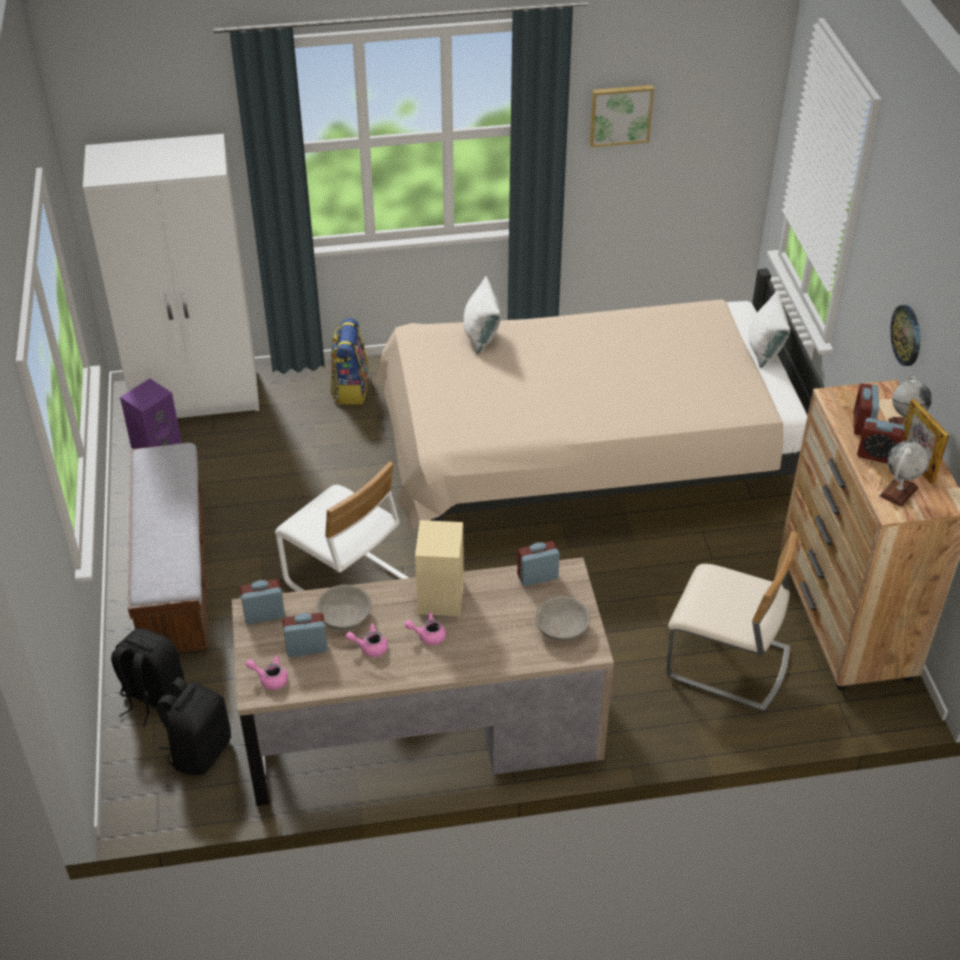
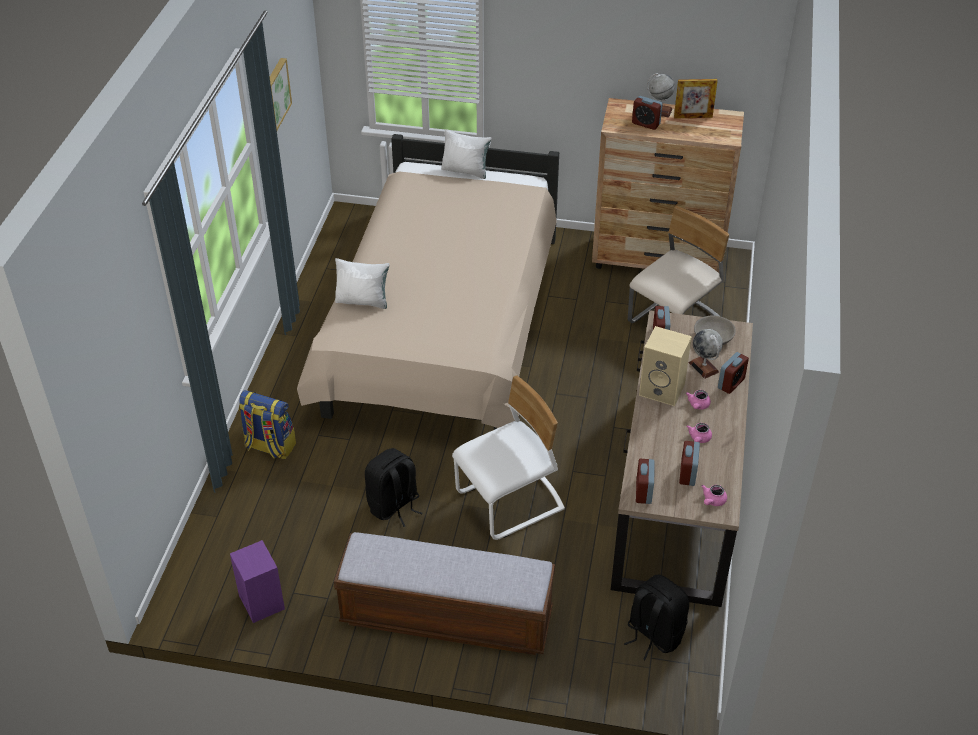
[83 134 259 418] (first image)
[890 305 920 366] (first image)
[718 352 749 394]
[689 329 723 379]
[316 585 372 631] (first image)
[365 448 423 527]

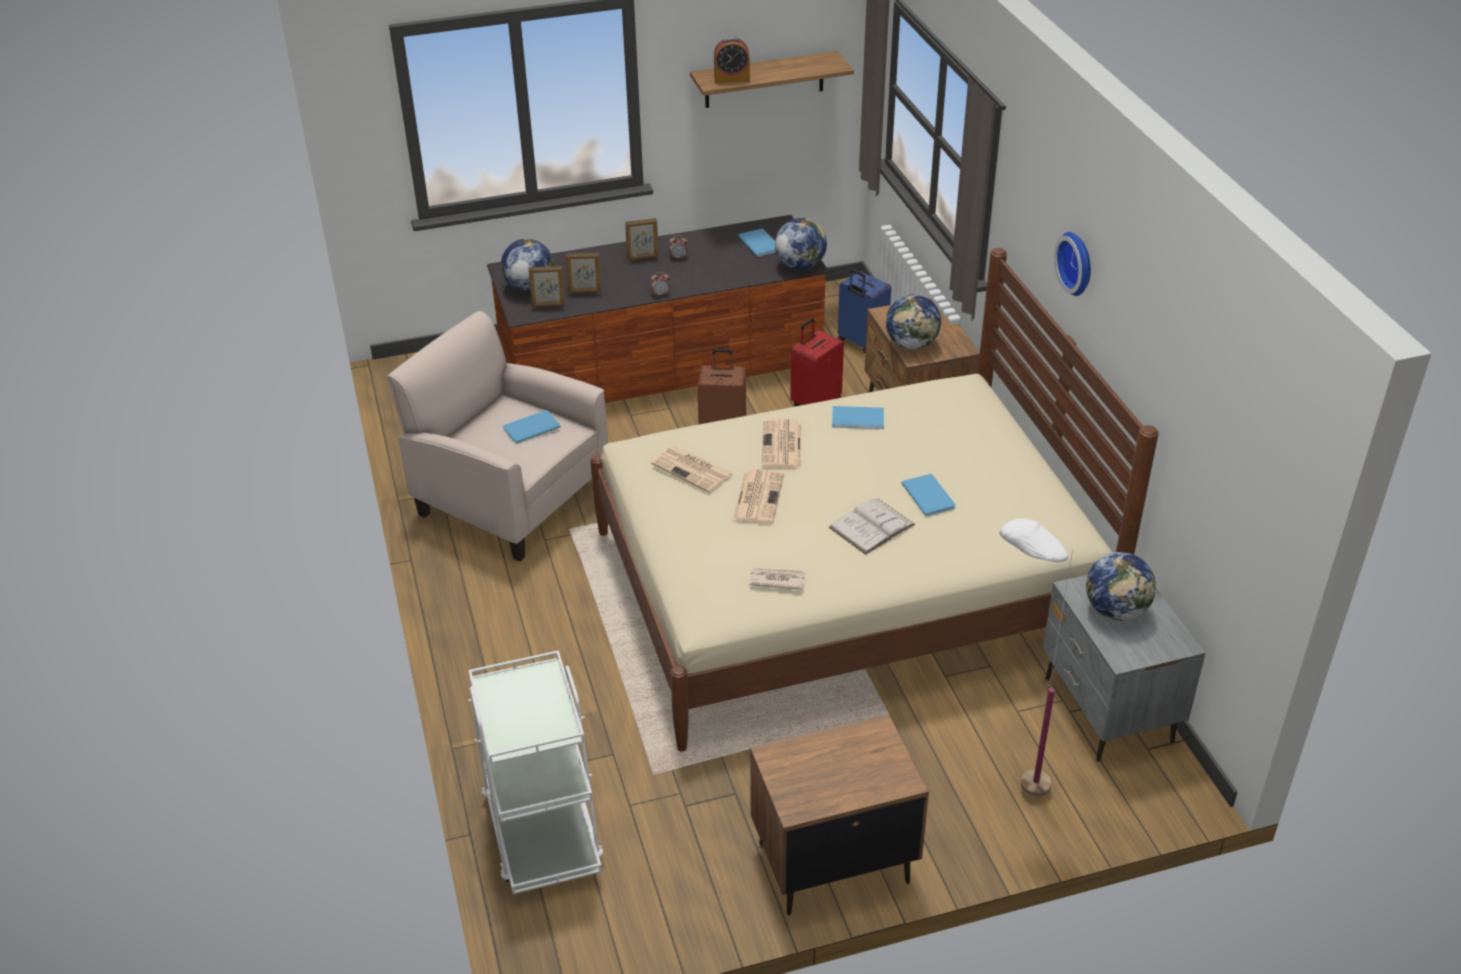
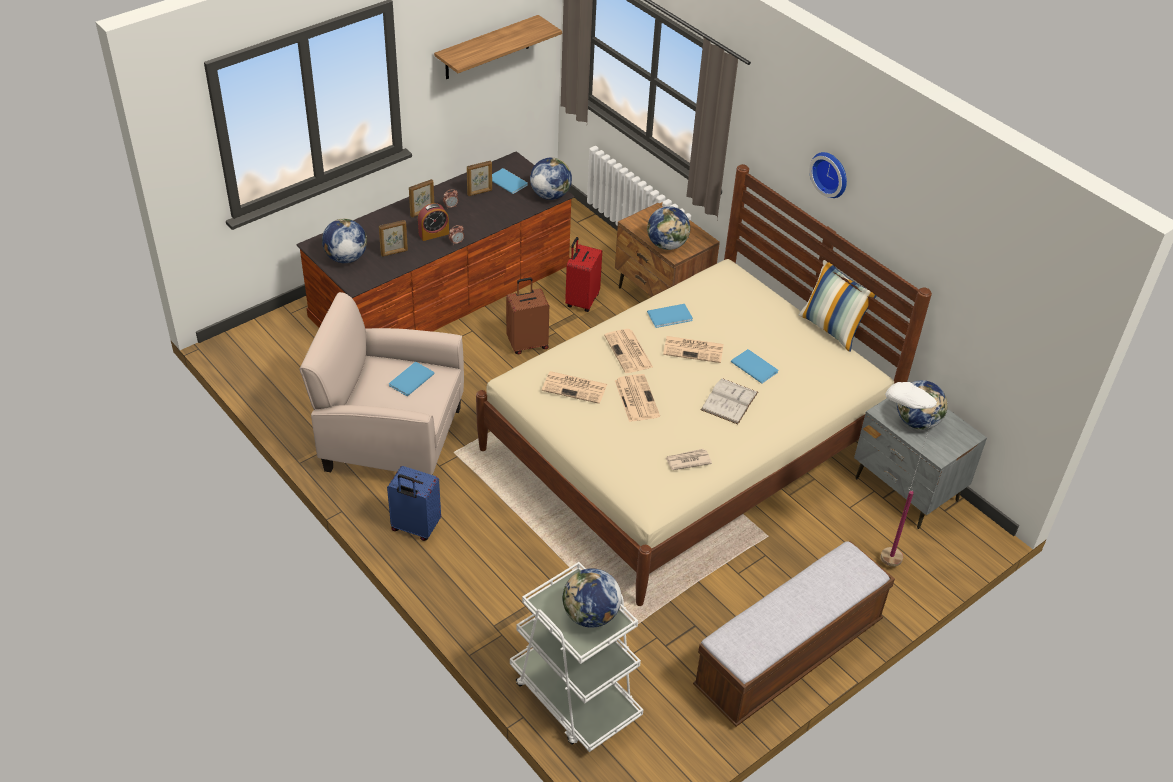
[418 203 449 241]
[467 161 492 196]
[387 466 441 541]
[693 541 895 727]
[799 260 877 352]
[663 336 724 363]
[562 568 621 628]

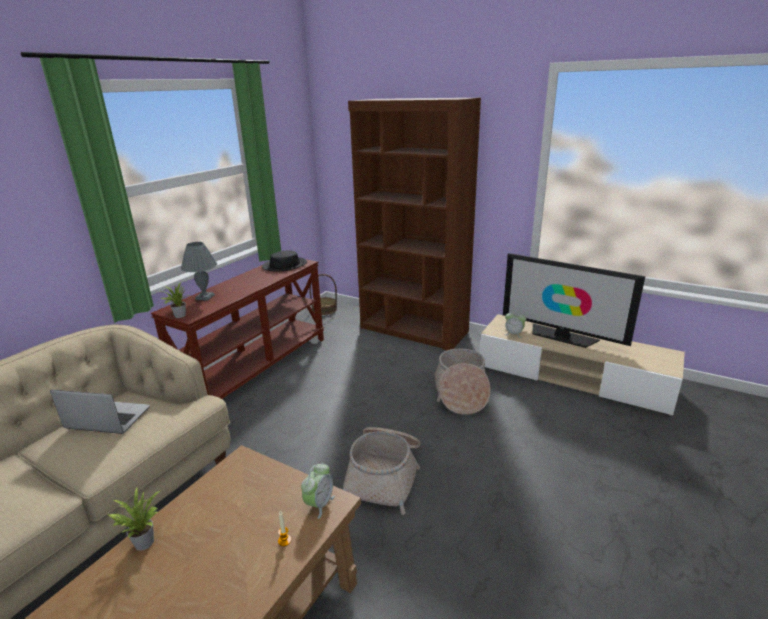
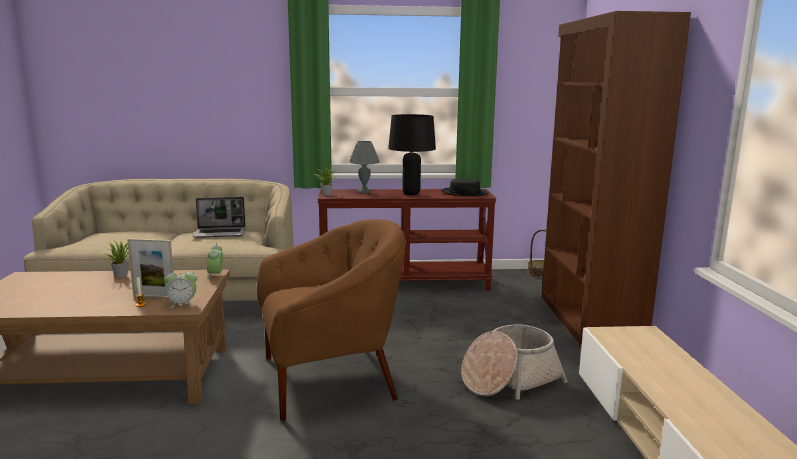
[503 253 645 348] (first image)
[207 243 223 280]
[193 197 246 238]
[257 219 406 421]
[388 114 436 195]
[127 238 174 298]

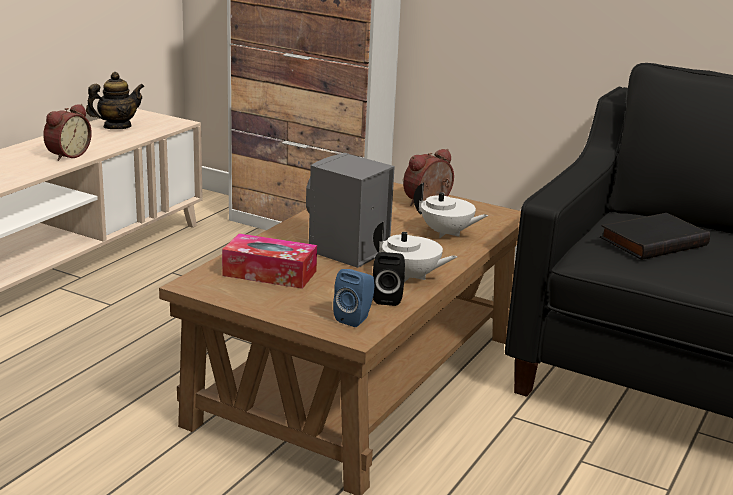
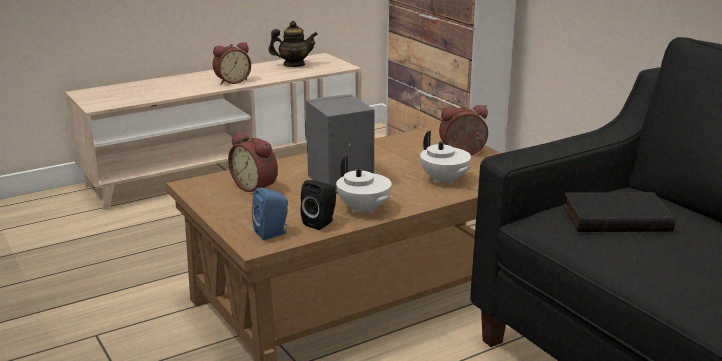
[228 131 278 192]

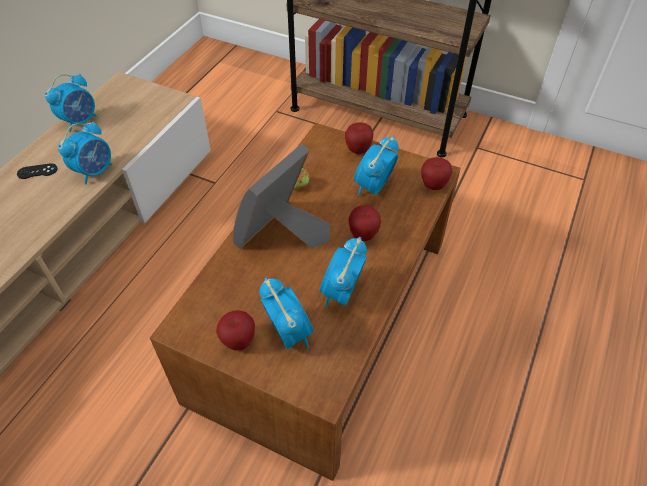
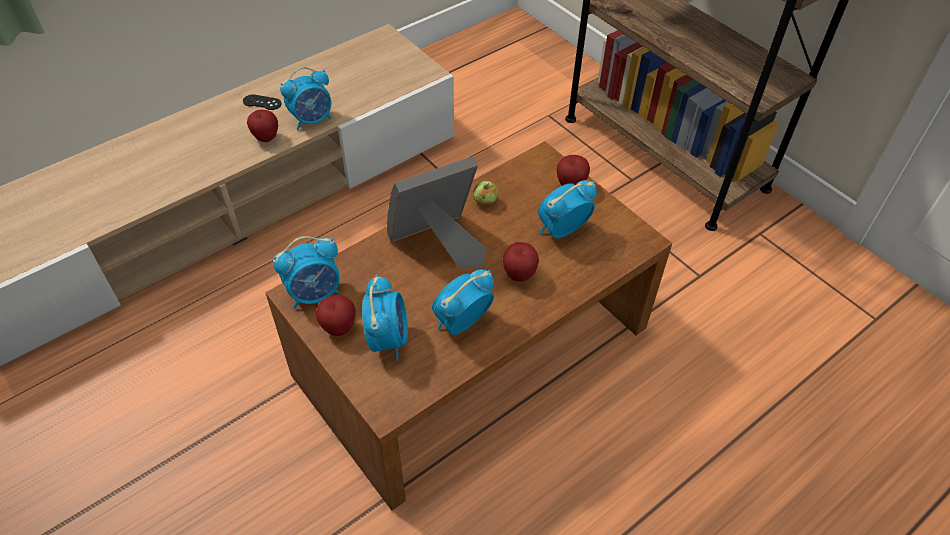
[273 236 340 309]
[247 110 278 142]

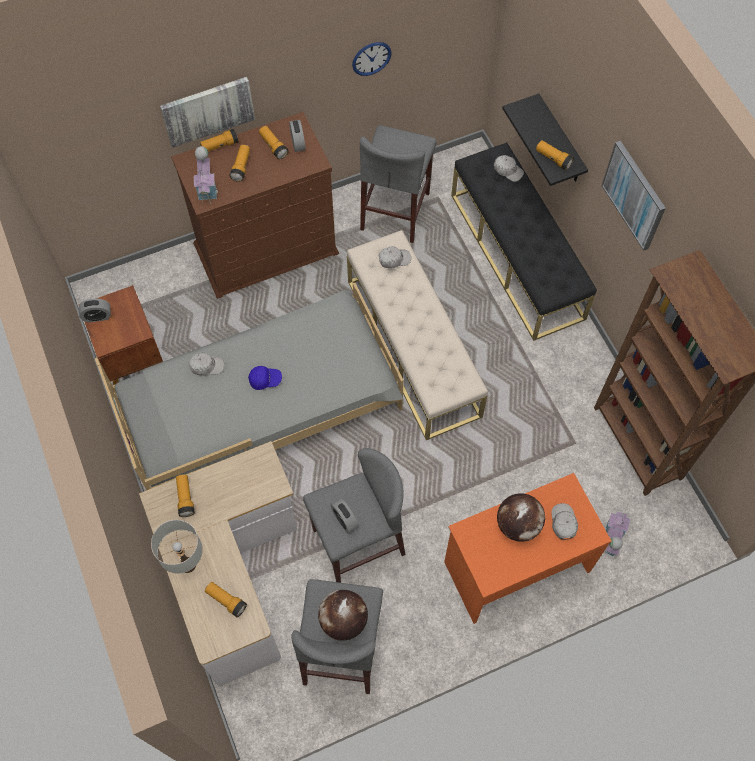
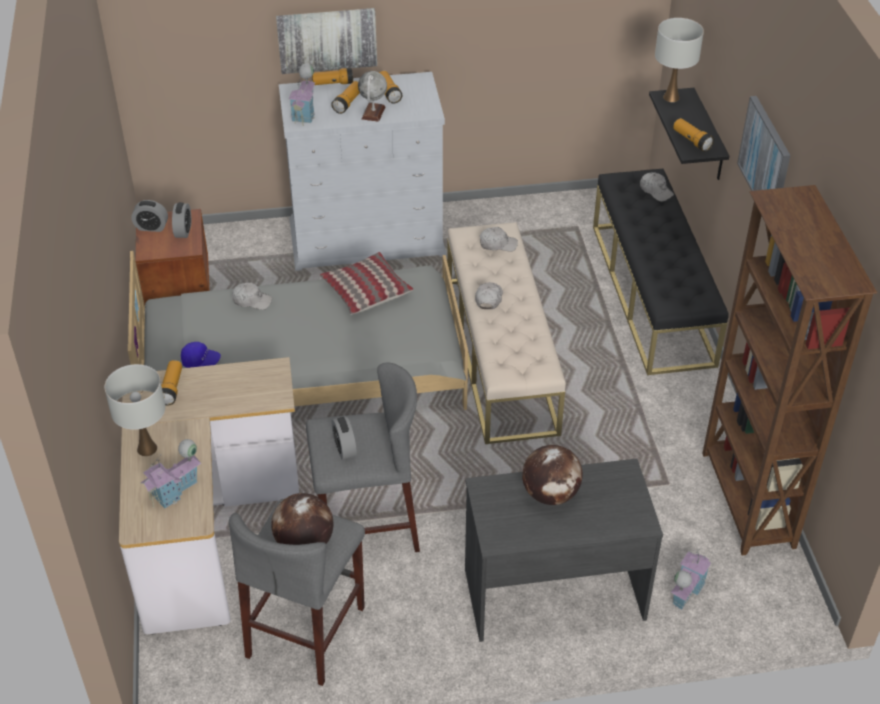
[352 42 392 76] (first image)
[279 72 447 271]
[172 202 191 238]
[360 125 437 243] (first image)
[181 342 221 368]
[465 459 663 642]
[475 282 503 309]
[141 439 201 509]
[655 18 704 102]
[358 71 387 122]
[320 252 414 315]

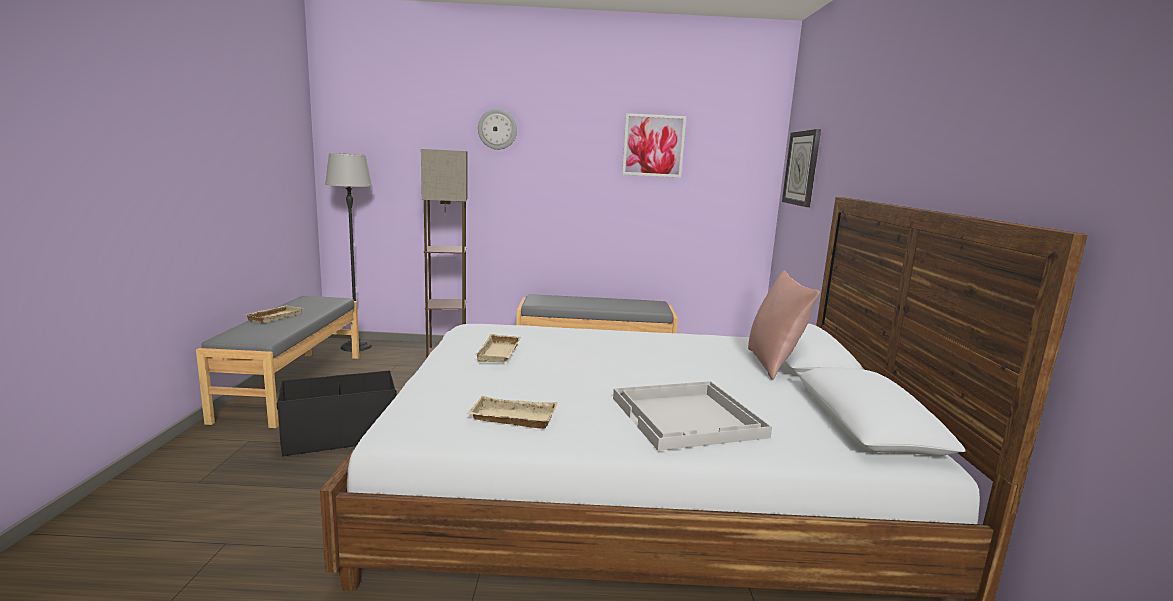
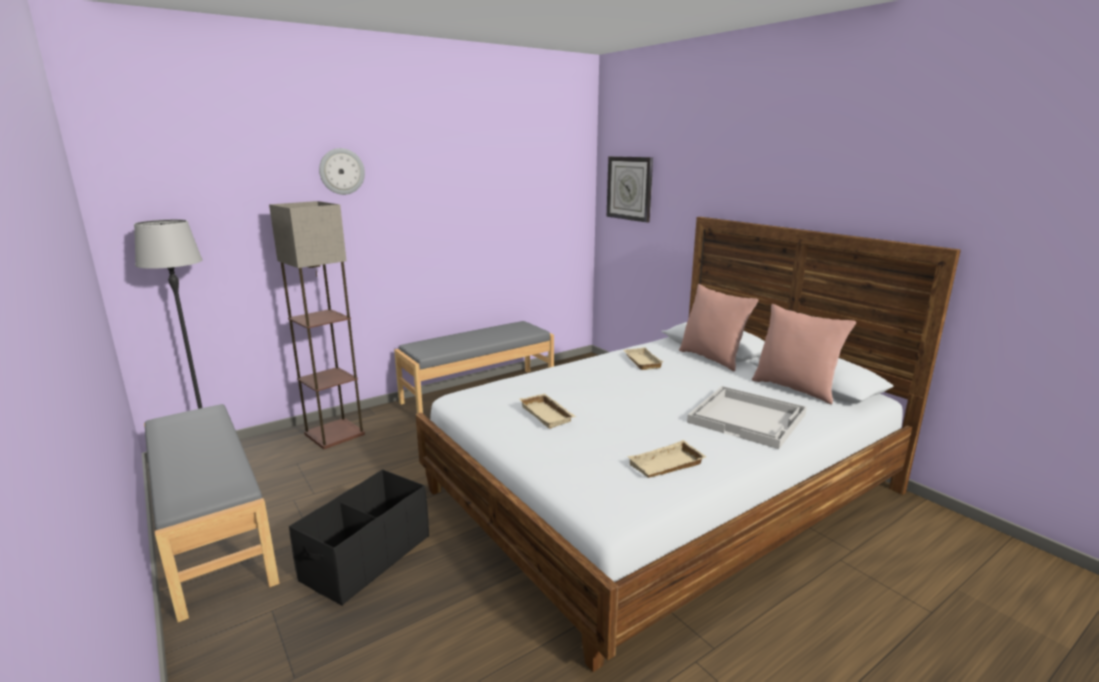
[622 113 686 178] (first image)
[623 347 664 370]
[752 304 856 404]

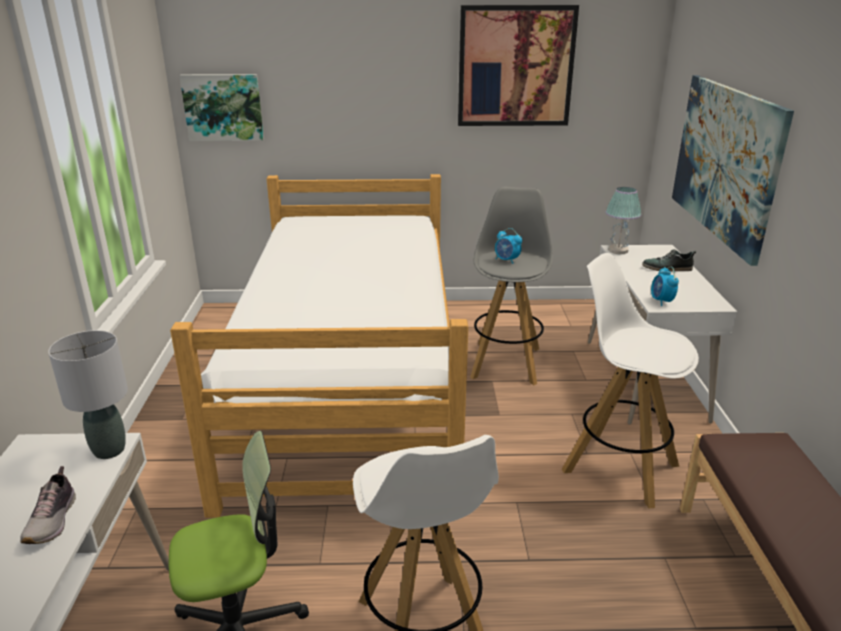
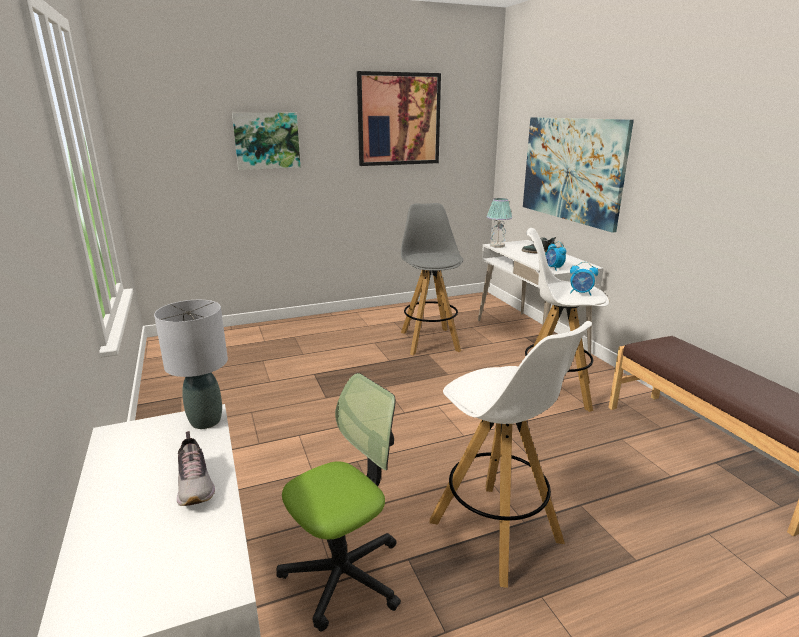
[232 113 300 170]
[170 174 468 518] (first image)
[570 262 598 296]

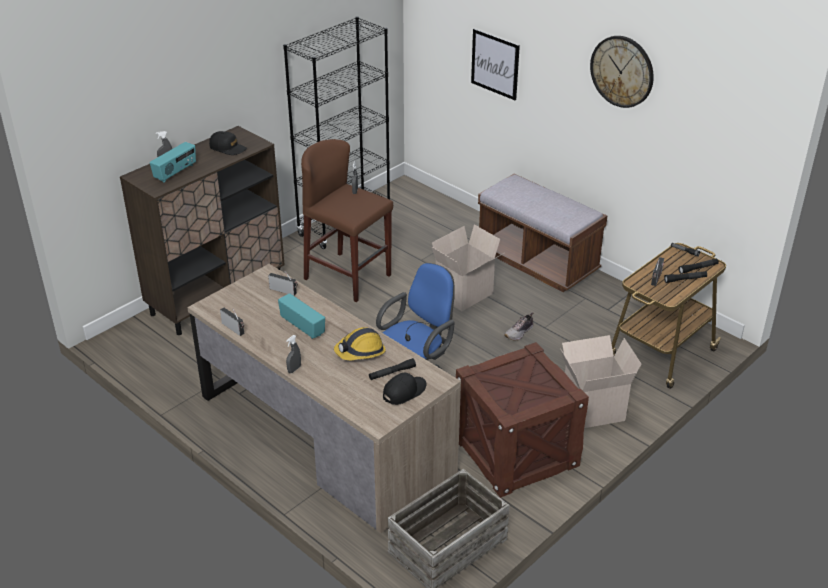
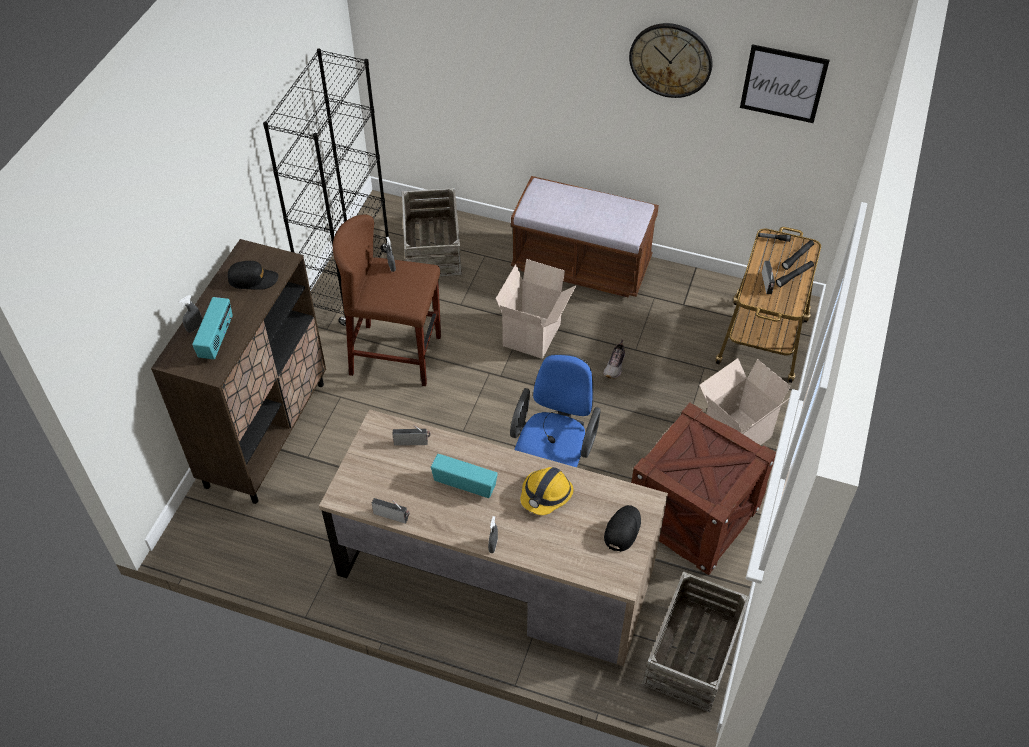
[740 44 830 123]
[369 358 416 380] (first image)
[402 188 462 277]

